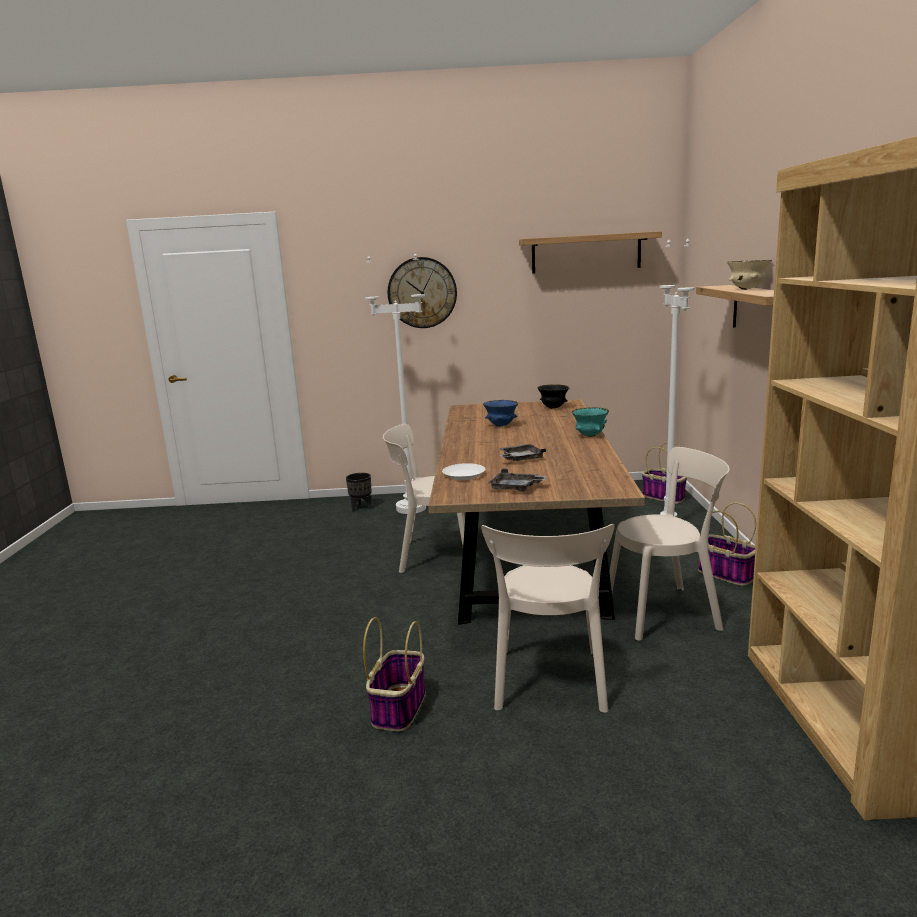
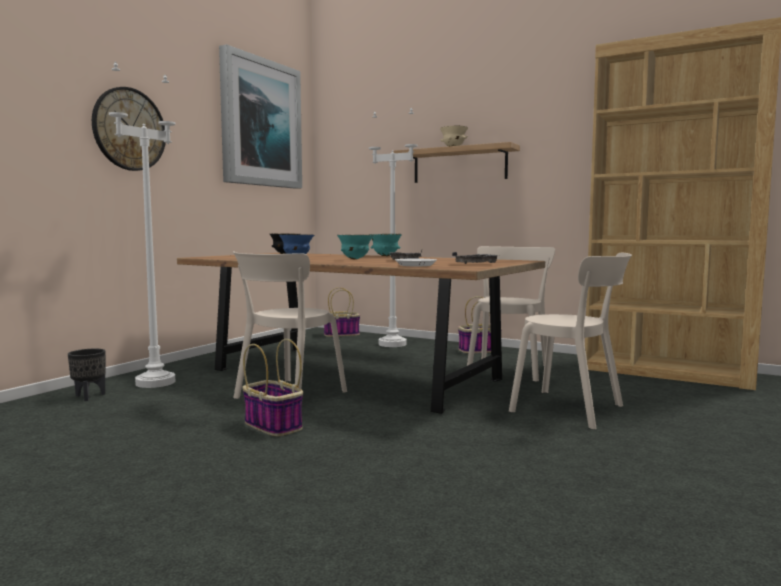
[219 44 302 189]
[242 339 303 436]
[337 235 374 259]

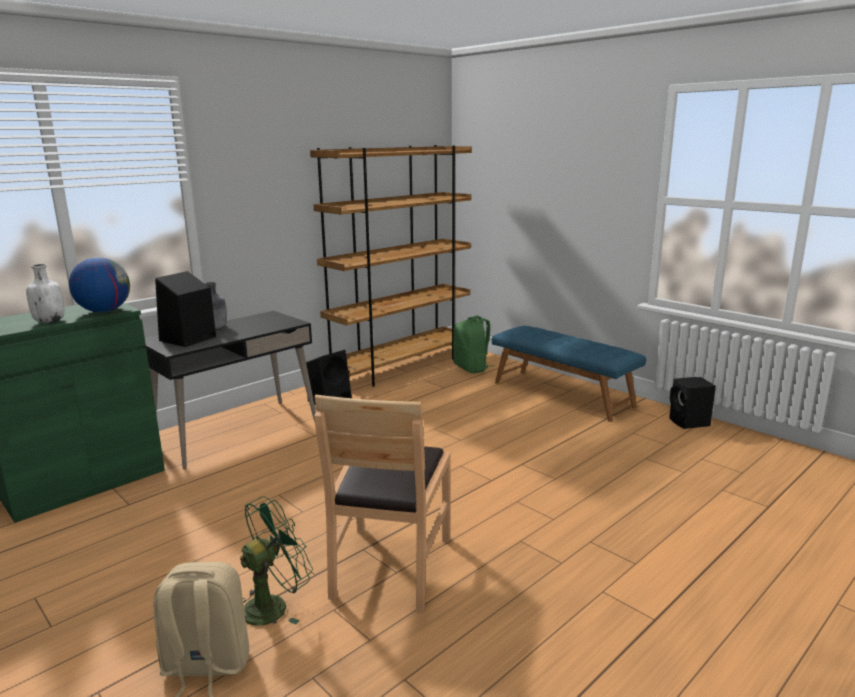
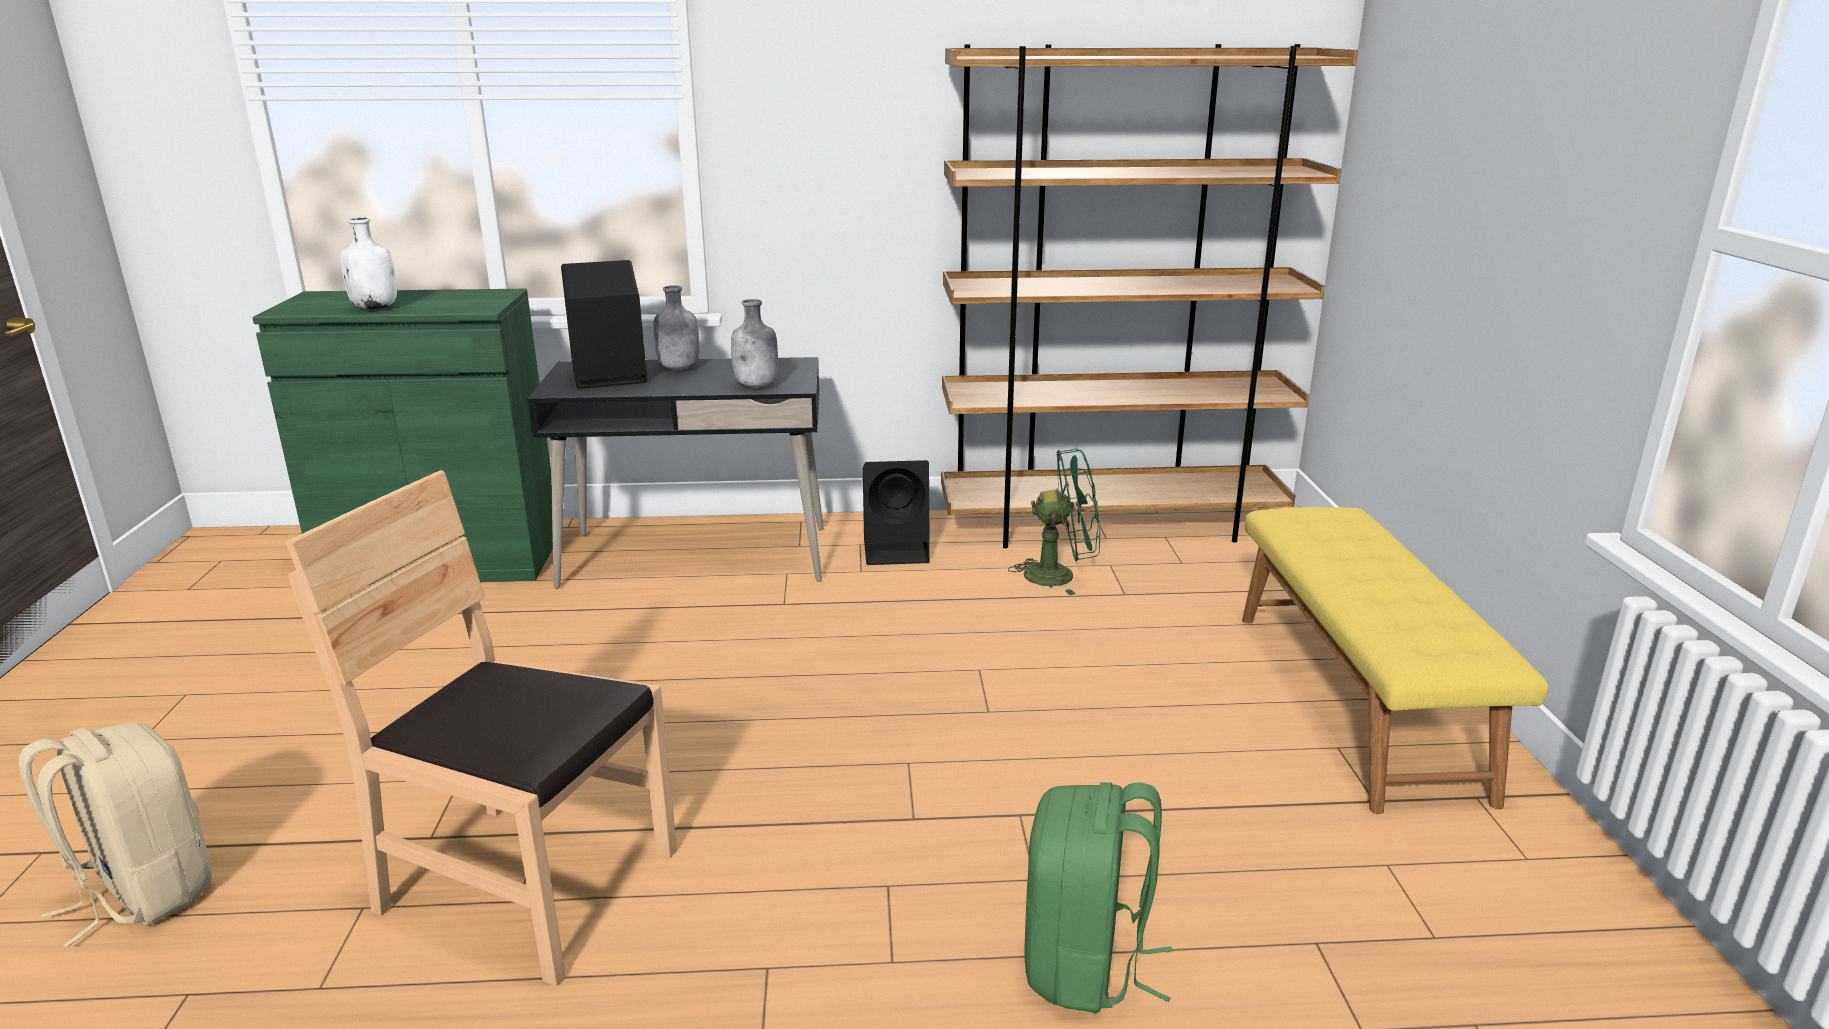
[69 257 130 313] (first image)
[1024 782 1173 1013]
[1242 507 1549 814]
[669 377 716 429] (first image)
[286 470 677 987]
[1008 449 1100 595]
[731 299 778 388]

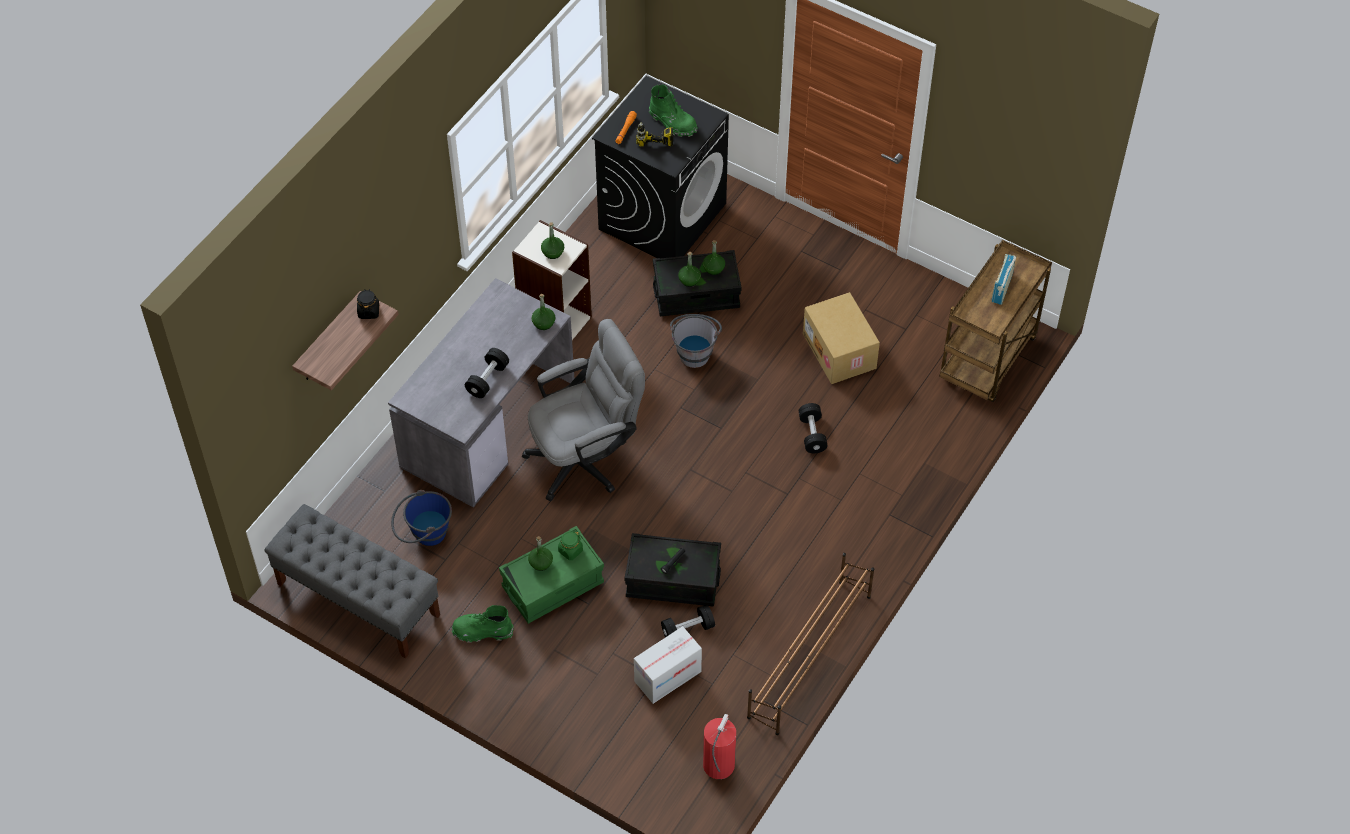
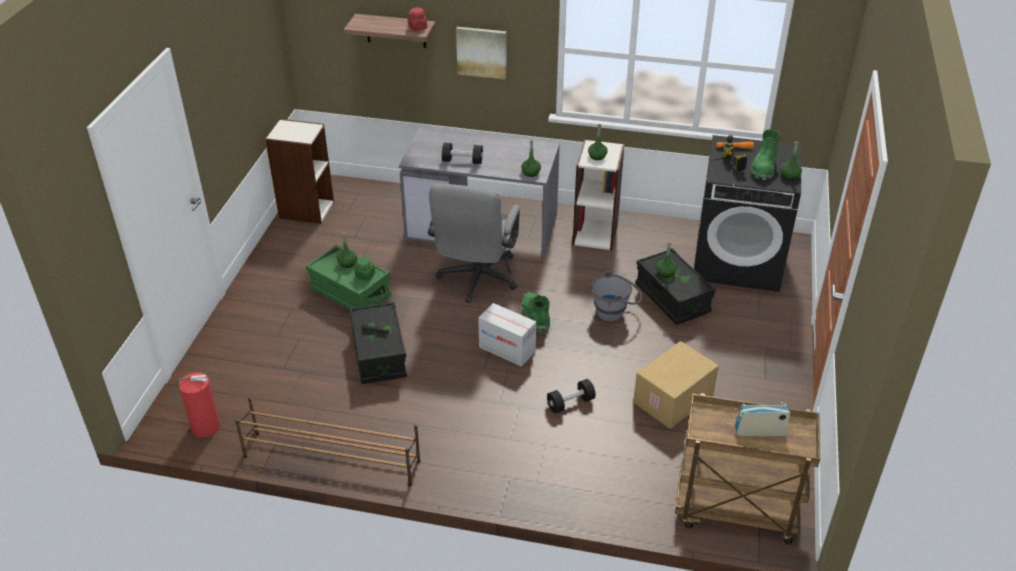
[780 141 802 180]
[407 7 428 31]
[428 183 520 303]
[391 490 452 546] (first image)
[265 119 334 224]
[521 292 550 332]
[661 605 715 637] (first image)
[478 303 536 367]
[456 27 507 79]

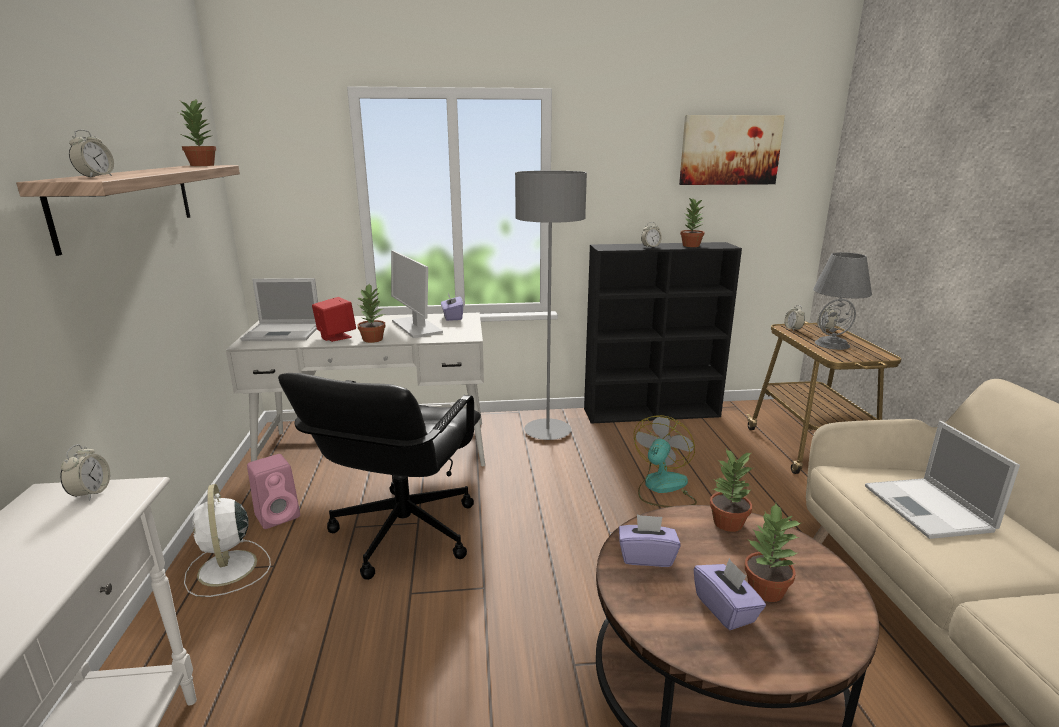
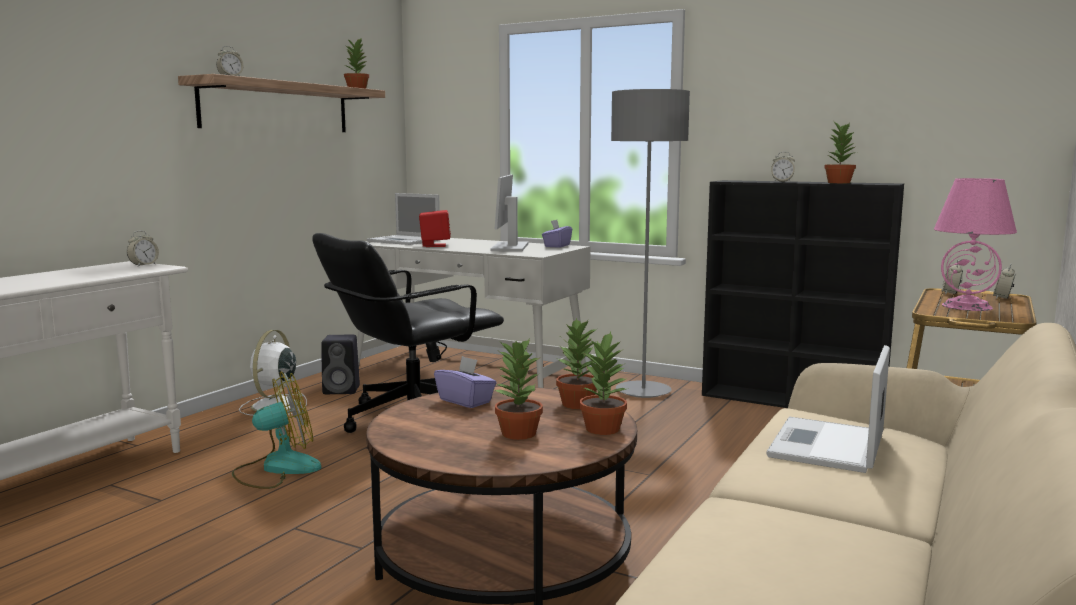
[679 115 785 185] (first image)
[934 178 1017 311]
[580 332 627 435]
[232 371 321 489]
[321 335 360 394]
[694 558 766 630] (first image)

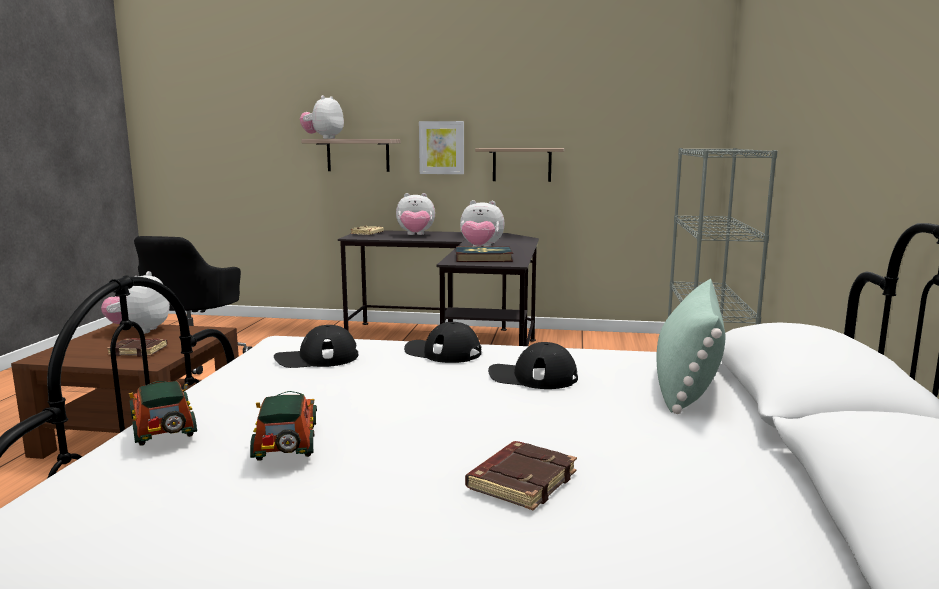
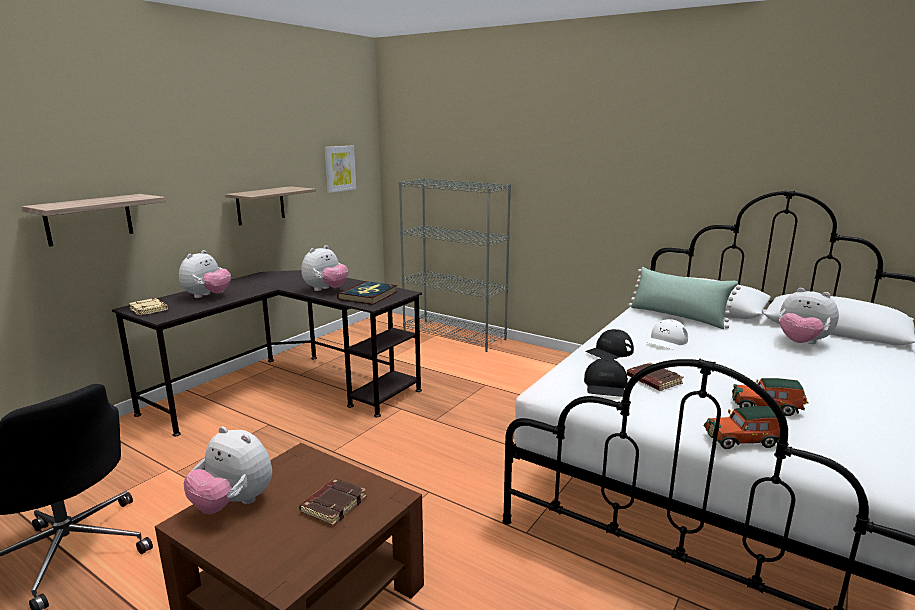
[779 288 839 344]
[324 146 356 193]
[645 319 688 349]
[627 362 684 391]

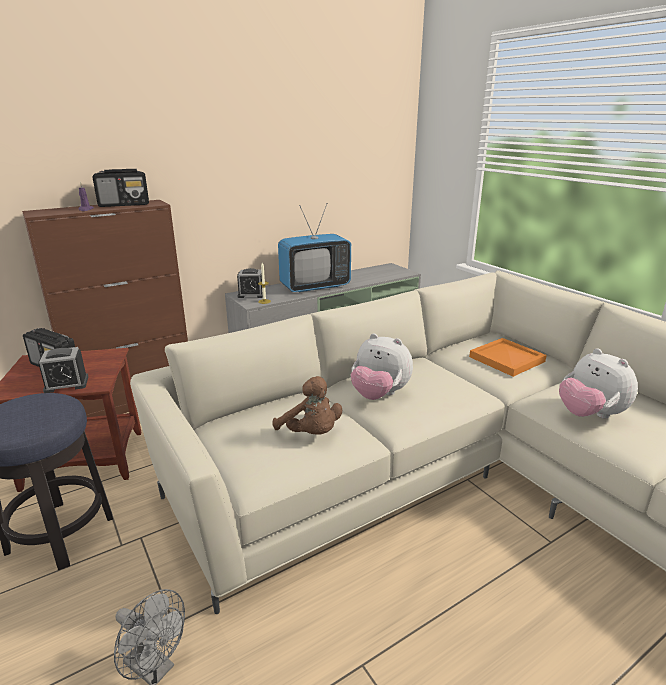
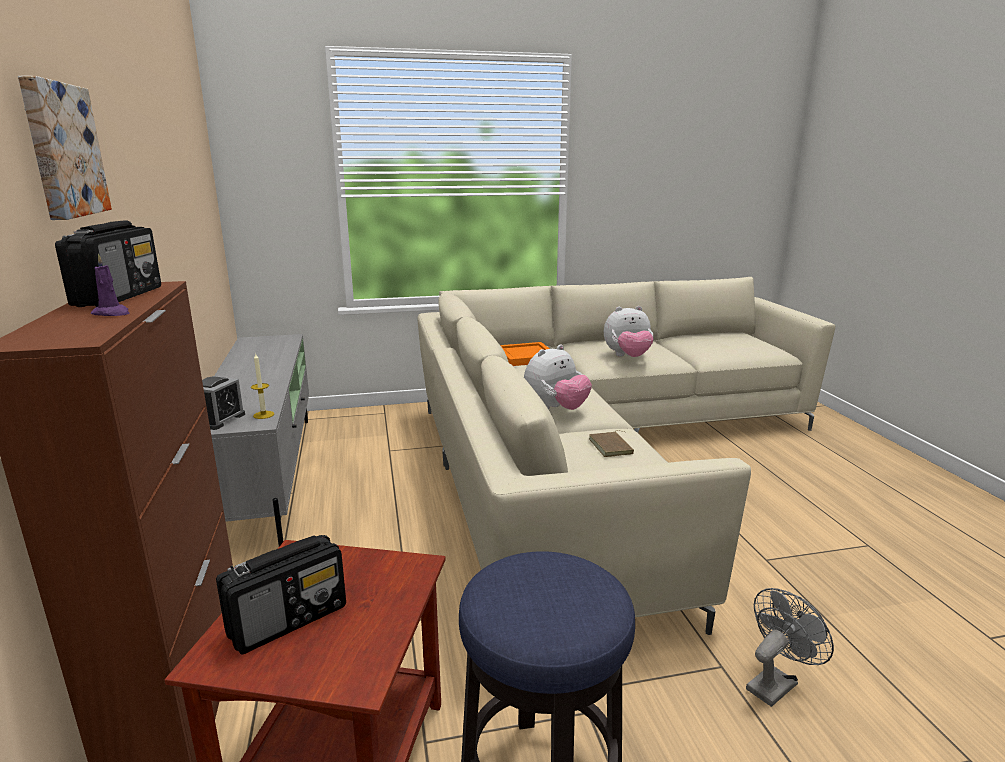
[278 203 351 293] (first image)
[38 347 88 393] (first image)
[589 430 634 457]
[18 76 112 220]

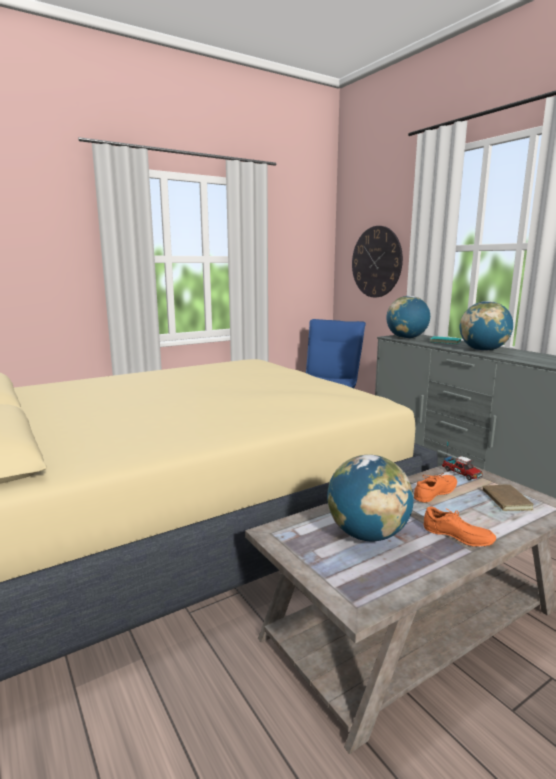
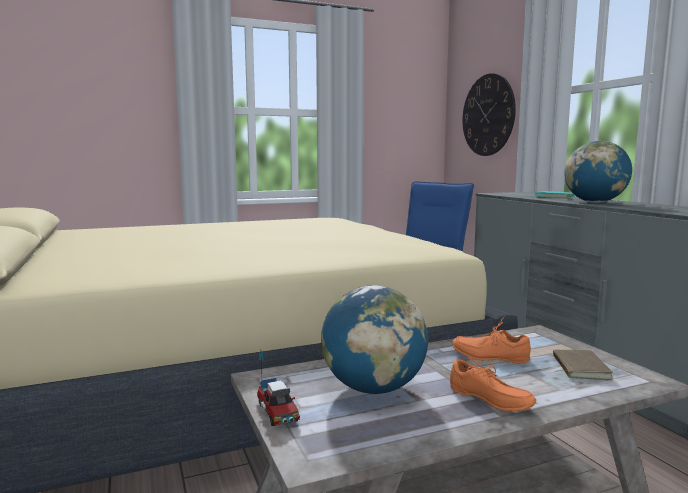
[386 296 430 339] (first image)
[257 352 300 426]
[452 317 531 364]

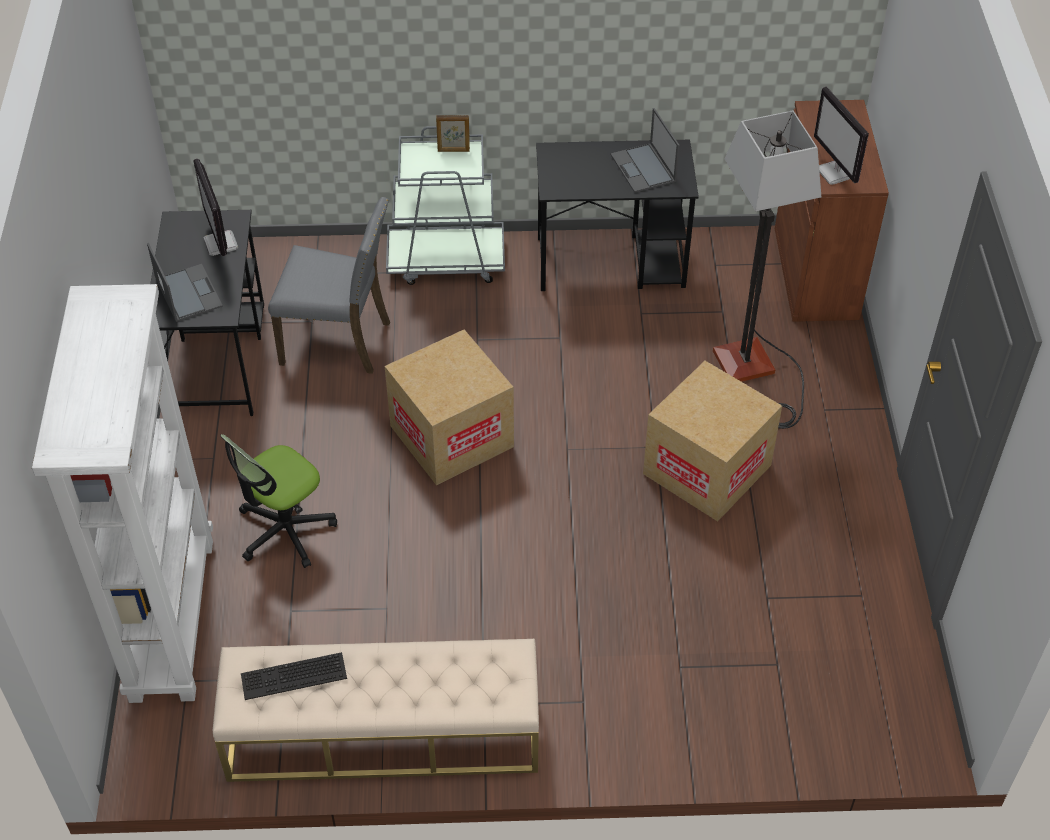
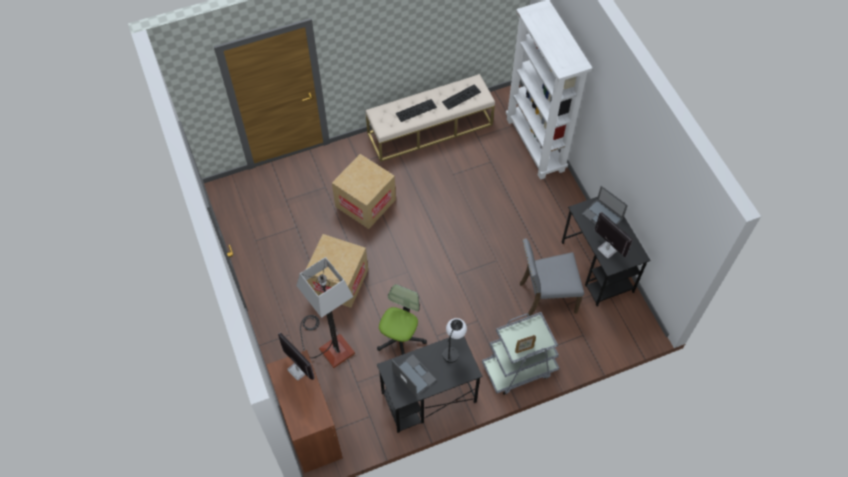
[332 154 396 229]
[377 284 427 355]
[396 99 437 122]
[443 318 467 363]

